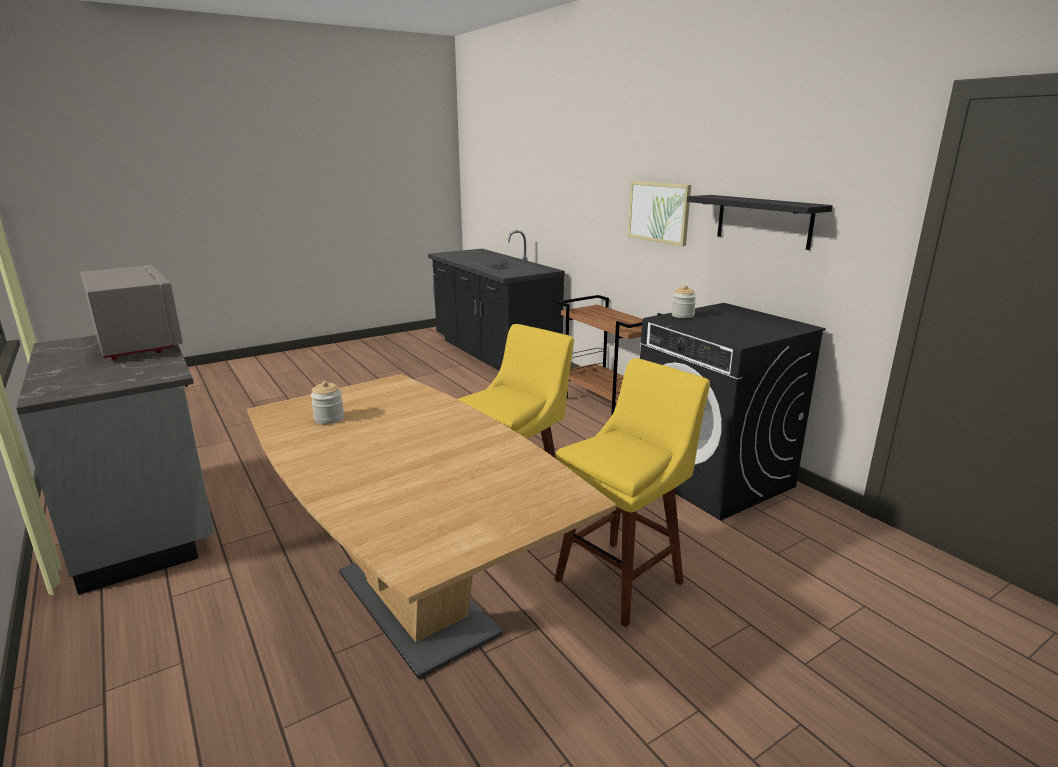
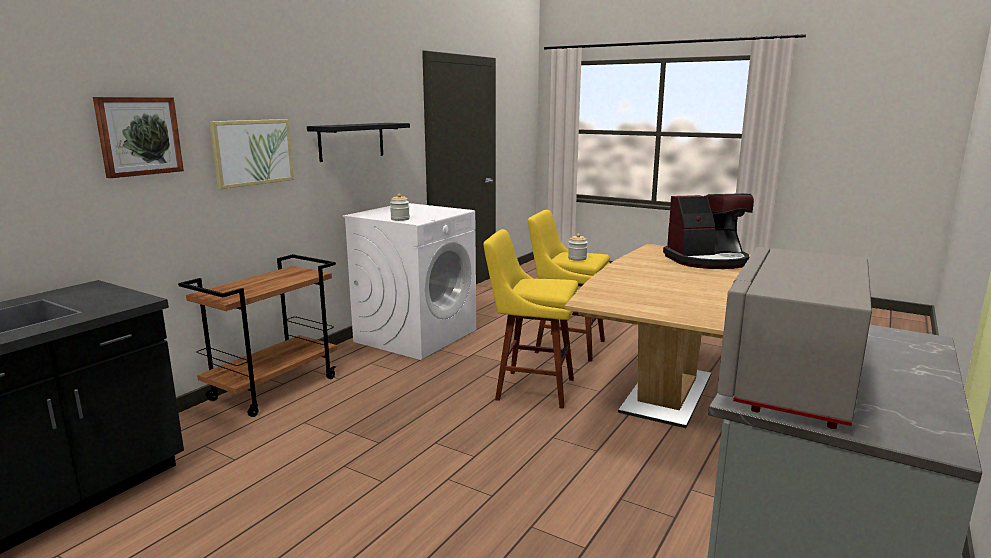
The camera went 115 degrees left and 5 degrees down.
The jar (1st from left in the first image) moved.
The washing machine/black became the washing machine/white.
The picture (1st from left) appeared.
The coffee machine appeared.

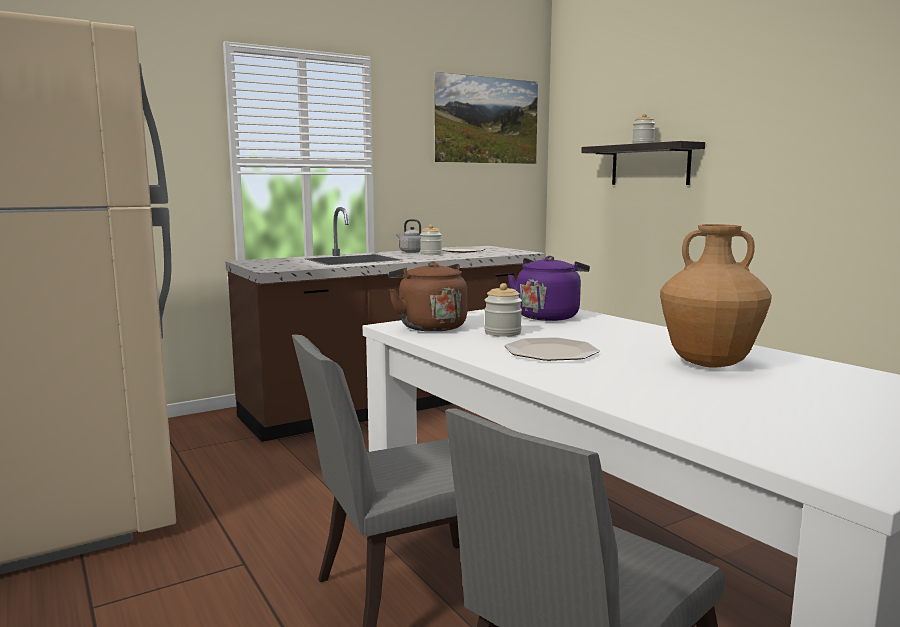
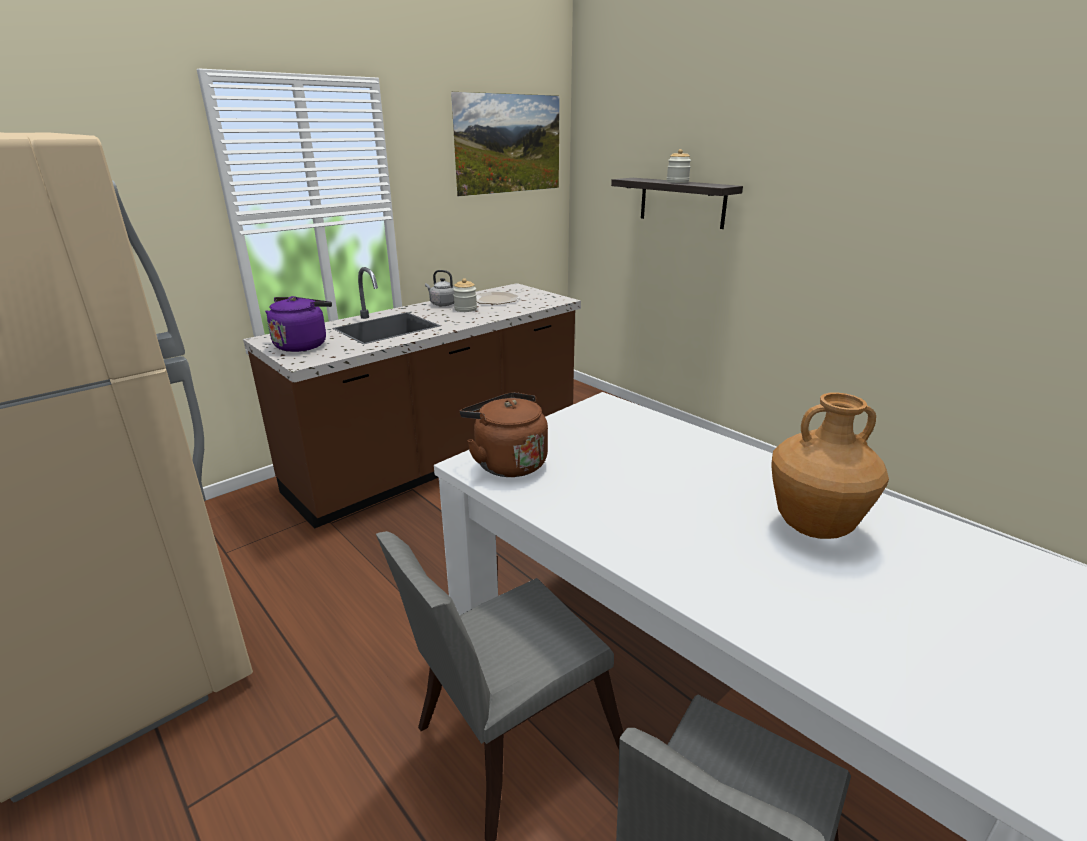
The camera went 10 degrees left and 15 degrees up.
The jar (2nd from left) disappeared.
The plate (2nd from left) disappeared.
The kettle/purple moved.

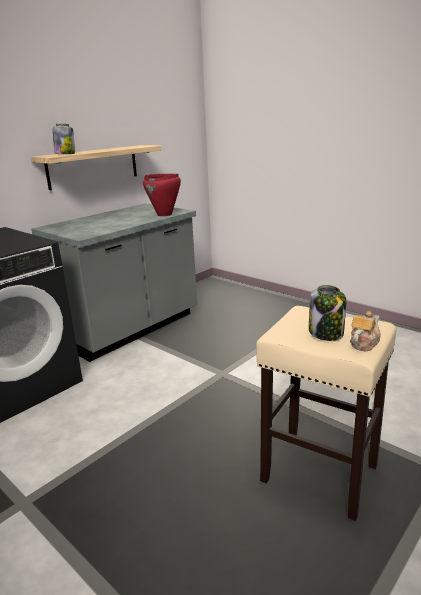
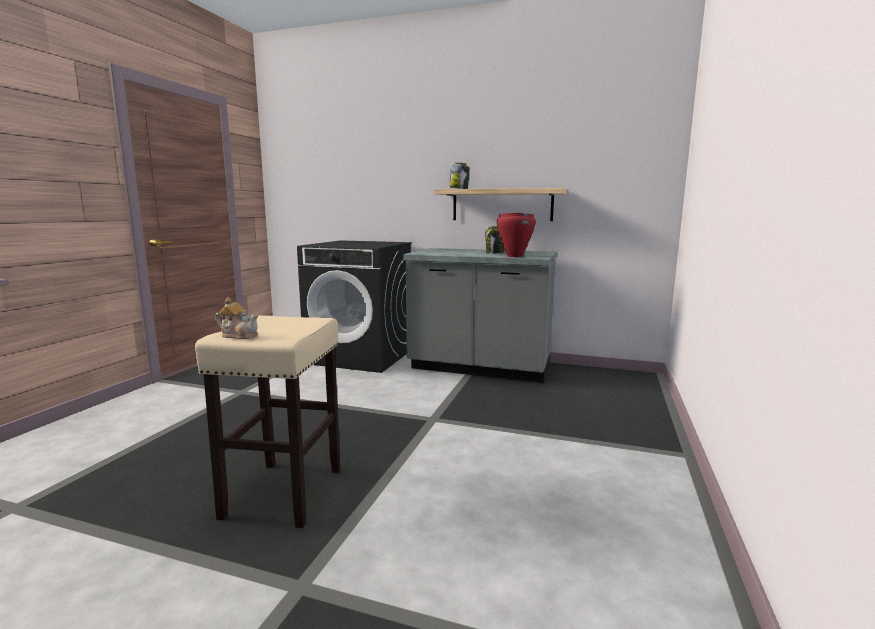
The camera went 65 degrees right and 10 degrees down.
The jar (2nd from left) moved.

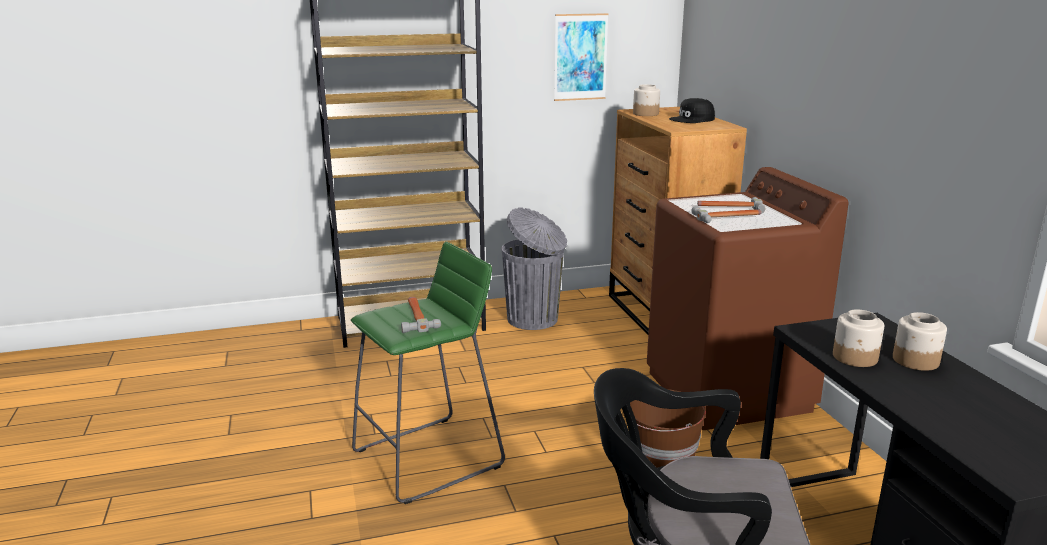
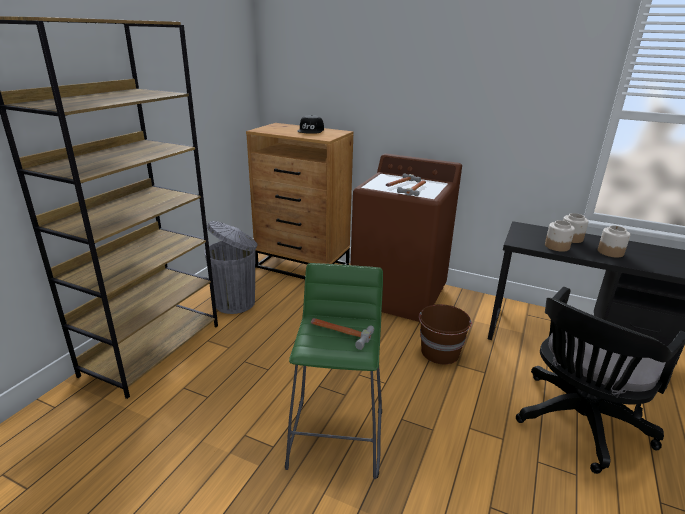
The camera went 50 degrees left and 5 degrees up.
The picture disappeared.
The jar (1st from left in the first image) moved.

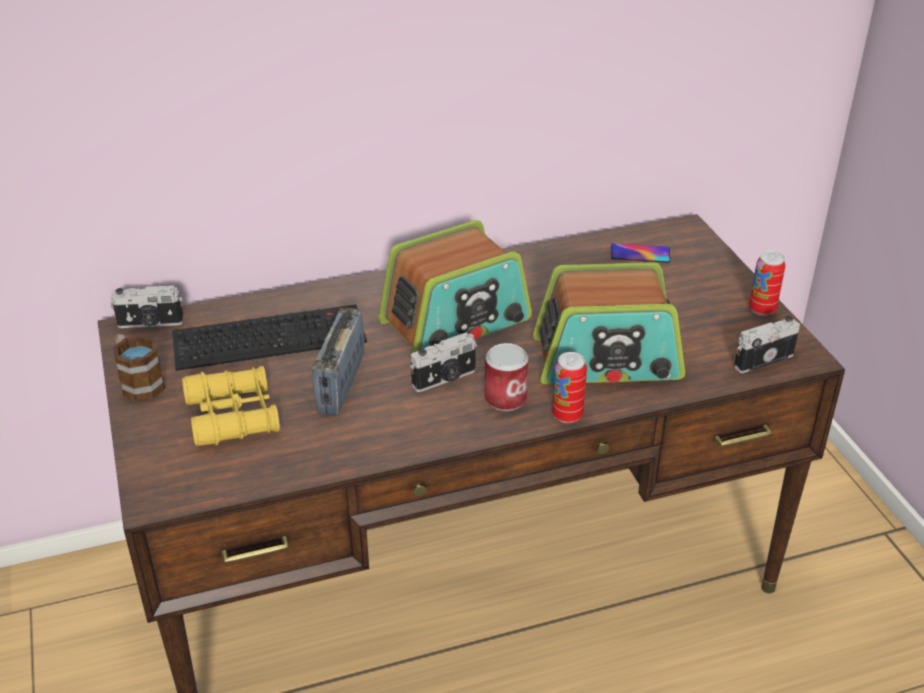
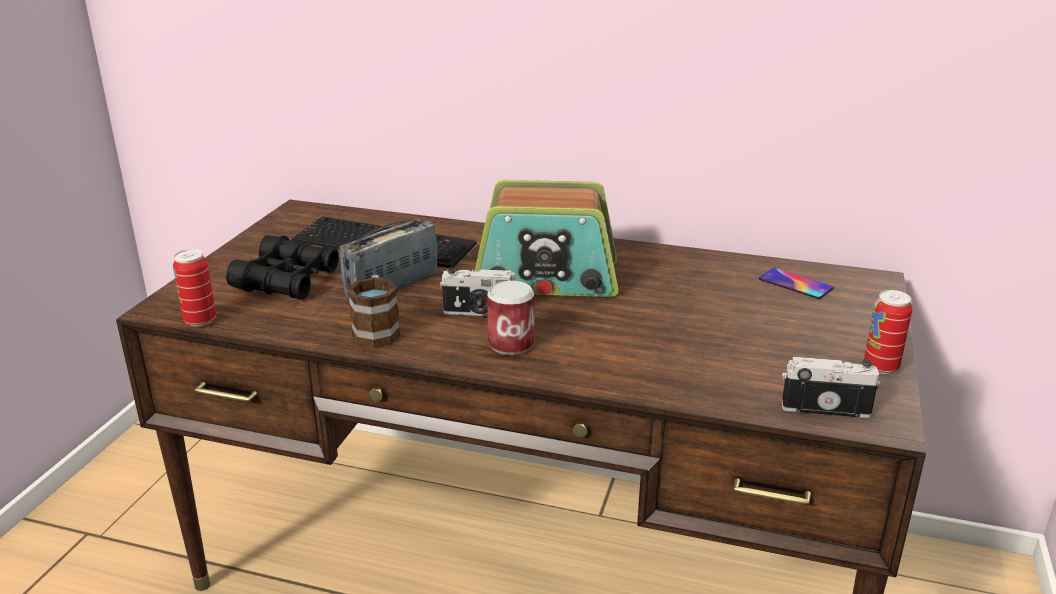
The camera went 35 degrees right and 10 degrees down.
The photo camera (1st from left) disappeared.
The mug moved.
The binoculars/yellow became the binoculars/black.
The radio (3rd from left) disappeared.
The can (2nd from left in the first image) moved.

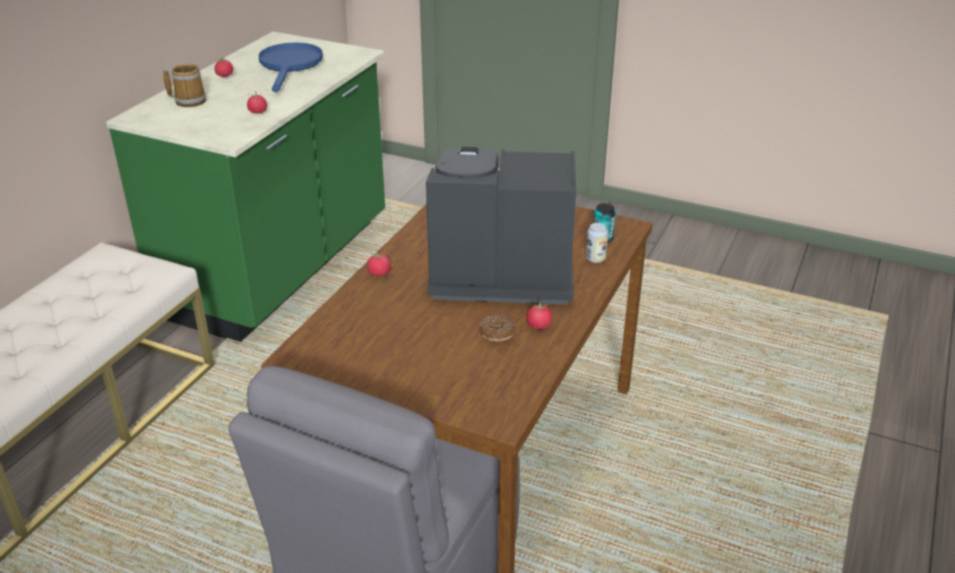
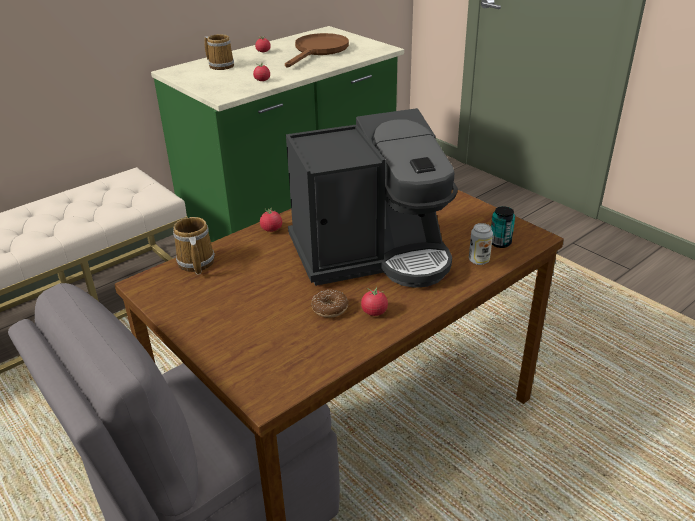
The camera went 25 degrees right and 0 degrees up.
The frying pan/blue became the frying pan/brown.
The coffee machine turned 135 degrees clockwise.
The mug (1st from left) appeared.

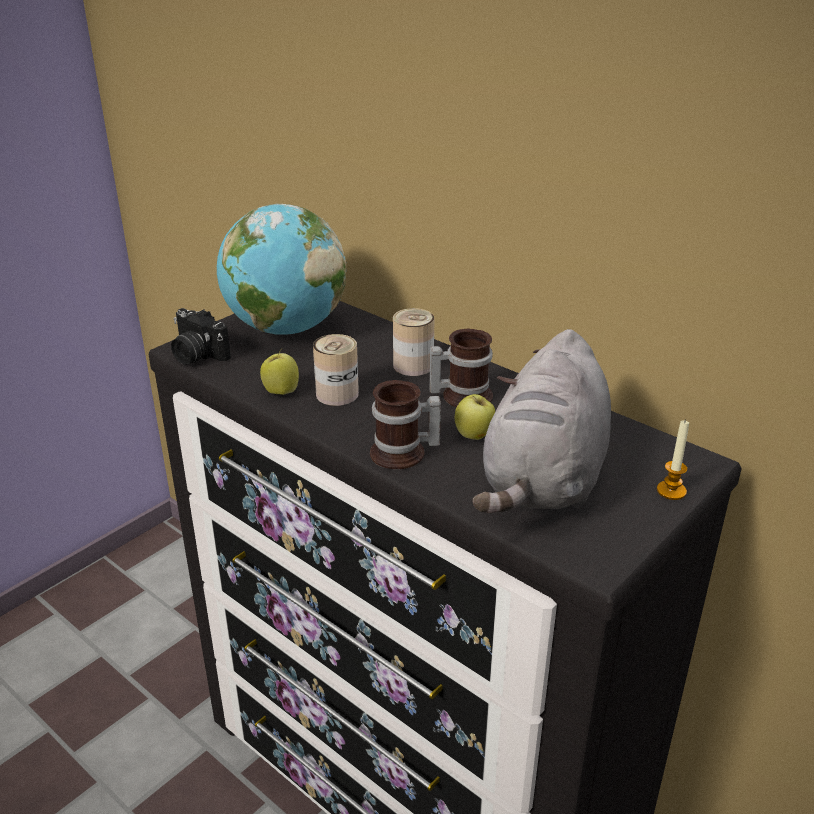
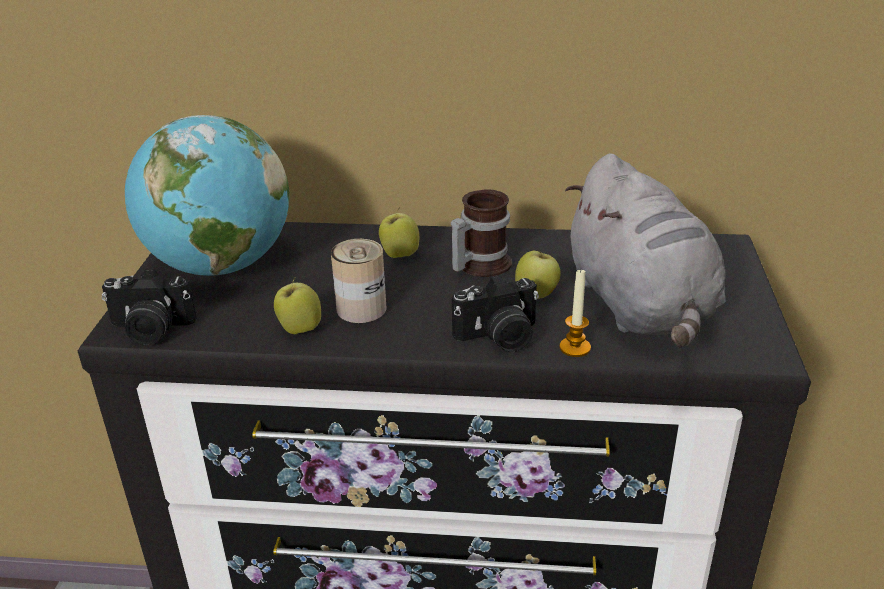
The camera went 35 degrees left and 0 degrees up.
The mug (1st from left) was replaced by the photo camera (2nd from left).
The can (2nd from left) was replaced by the apple (2nd from left).
The candle moved.

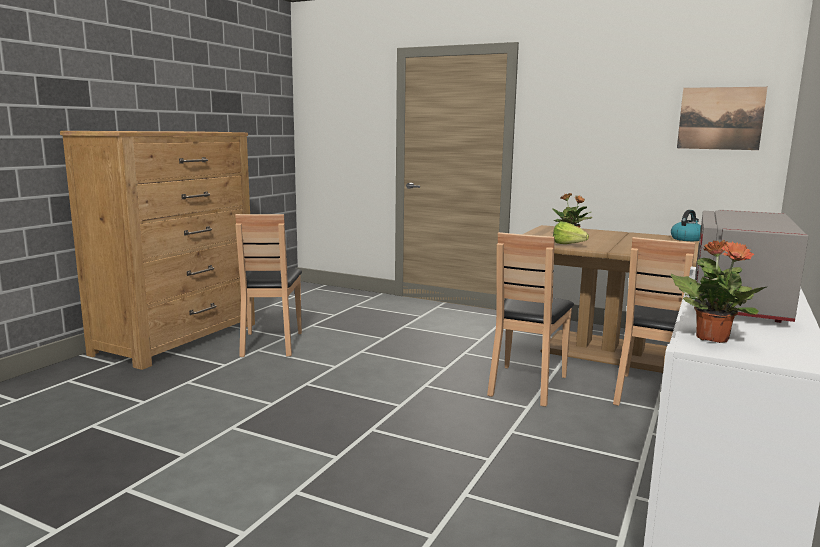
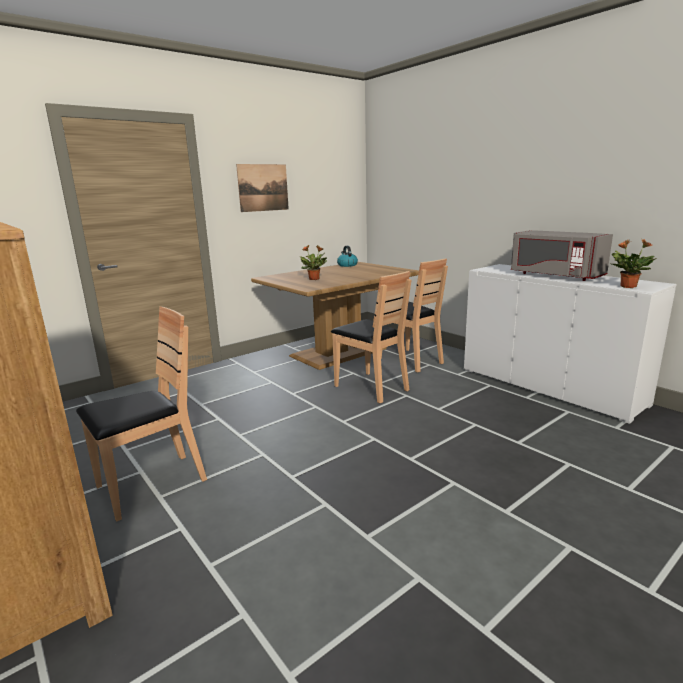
The camera went 65 degrees left and 5 degrees up.
The chair/brown (1st from left) turned 60 degrees counterclockwise.
The lettuce disappeared.
The picture moved.

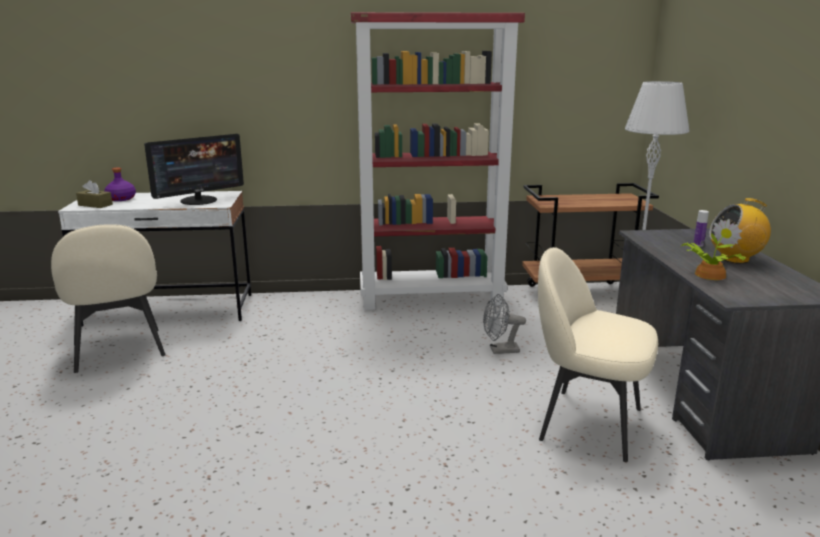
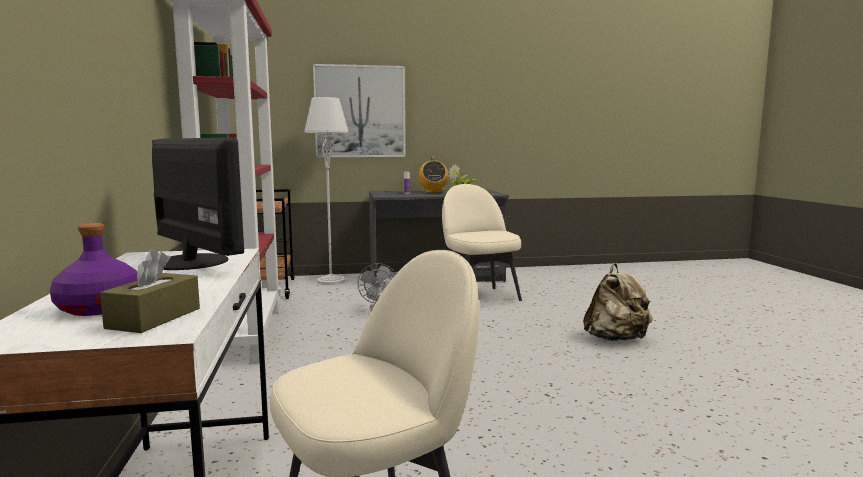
The camera went 95 degrees left and 10 degrees down.
The chair/beige (2nd from left) turned 135 degrees clockwise.
The picture appeared.
The backpack/beige appeared.

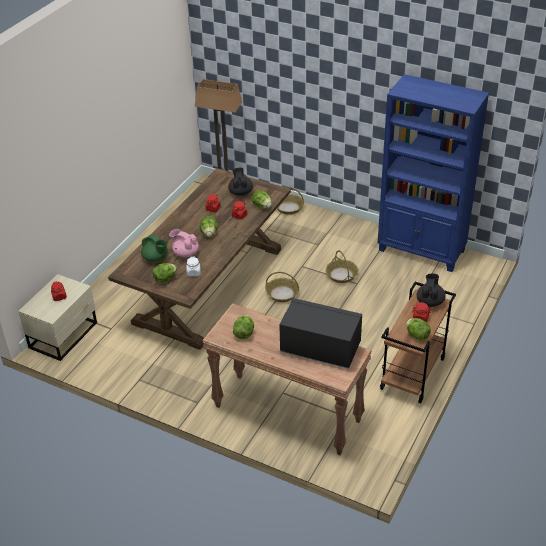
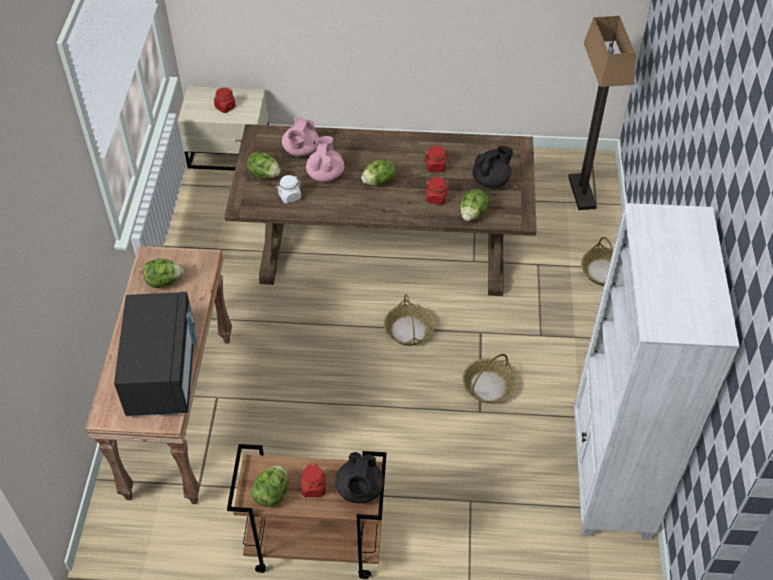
The camera went 65 degrees right and 10 degrees up.
The teapot/green became the teapot/pink (1st from left).
The bookcase/blue became the bookcase/white.
The teapot/black (2nd from left in the first image) turned 105 degrees clockwise.

